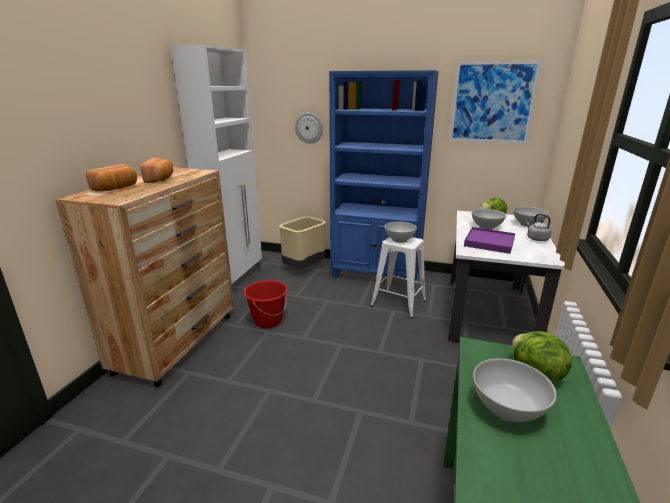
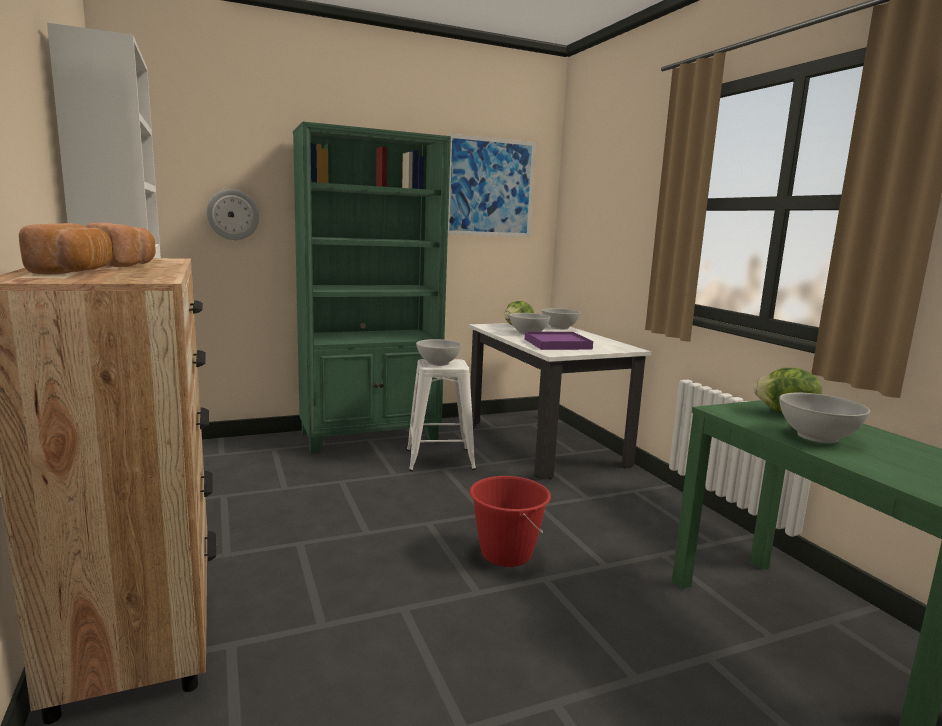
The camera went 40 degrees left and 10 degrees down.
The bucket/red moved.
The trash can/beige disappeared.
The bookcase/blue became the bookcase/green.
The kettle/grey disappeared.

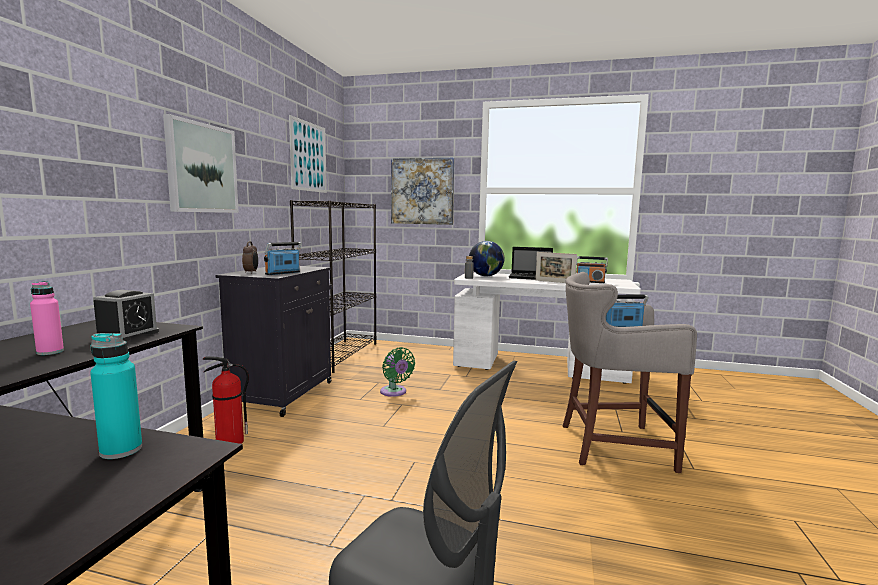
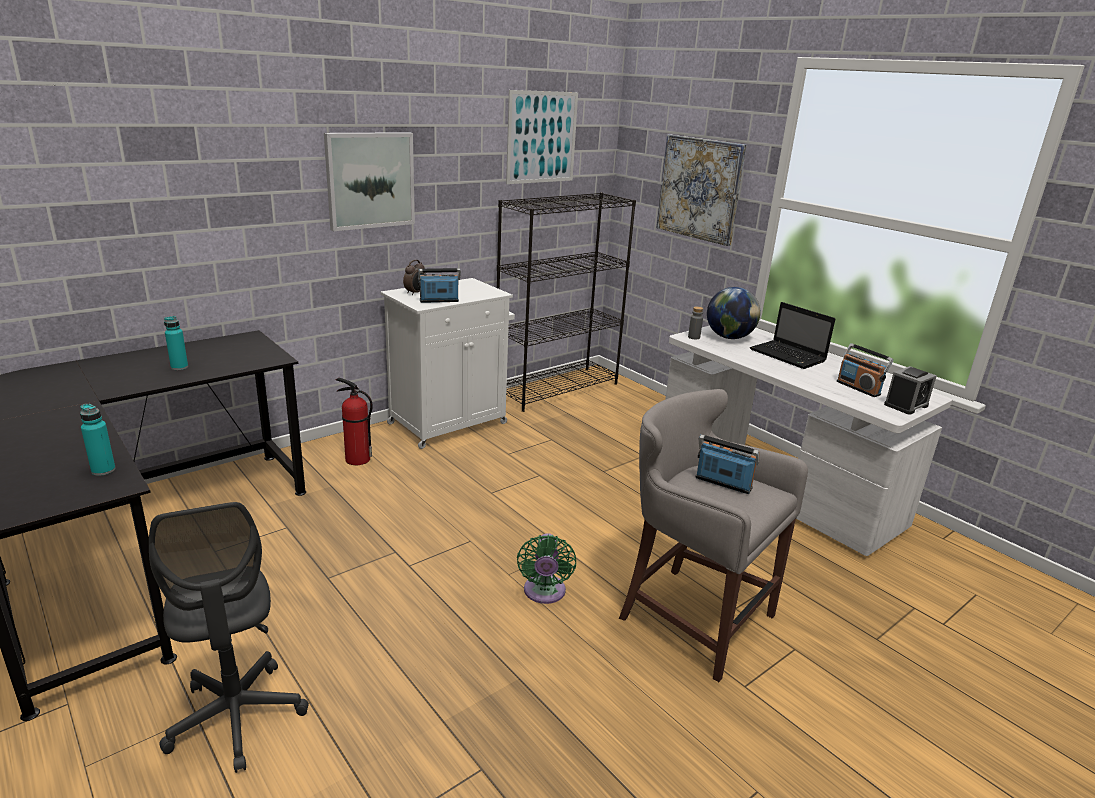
The camera went 35 degrees right and 15 degrees up.
The bottle/pink became the bottle/turquoise (2nd from left).
The alarm clock (1st from left in the first image) moved.
The cabinet/black became the cabinet/white.
The fan/green moved.
The picture frame disappeared.

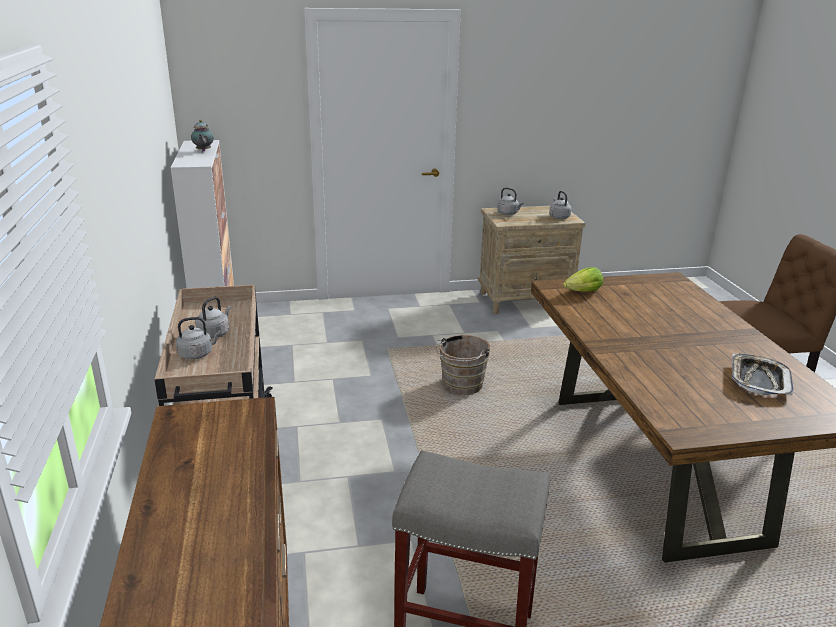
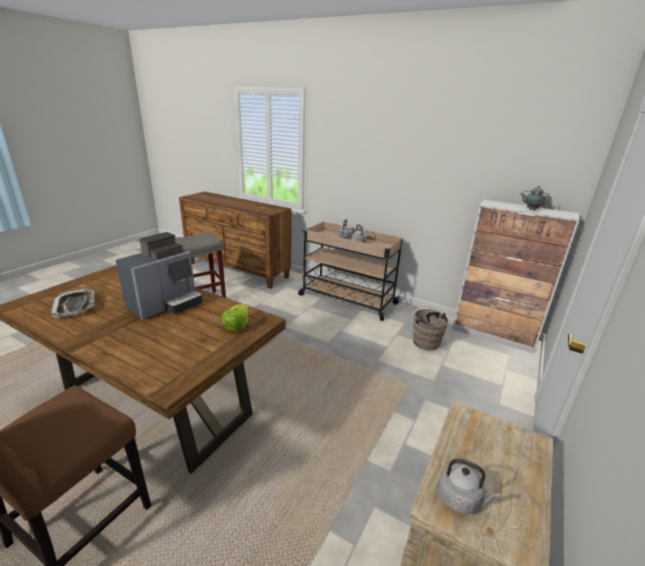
The camera went 130 degrees right and 0 degrees up.
The bucket/brown moved.
The kettle/grey (3rd from left) disappeared.
The coffee machine appeared.

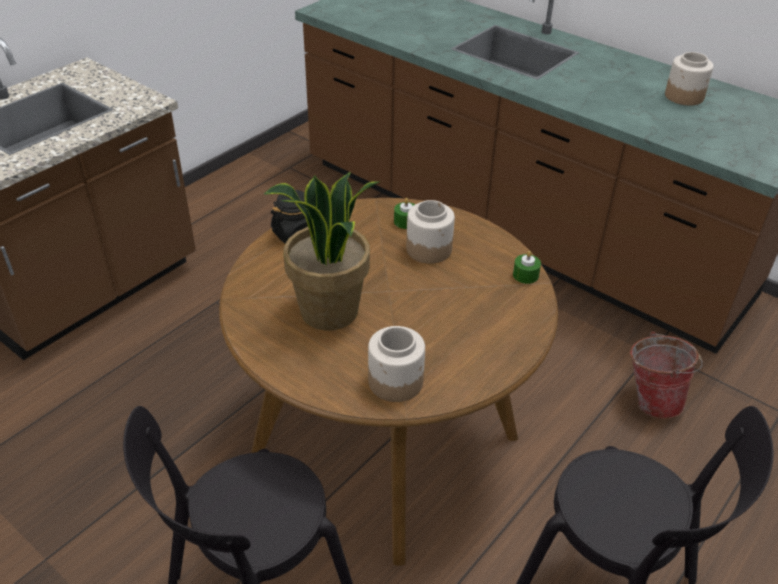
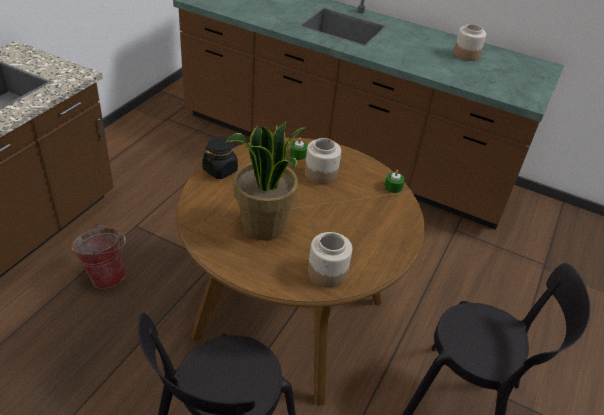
The camera went 15 degrees left and 0 degrees up.
The bucket moved.

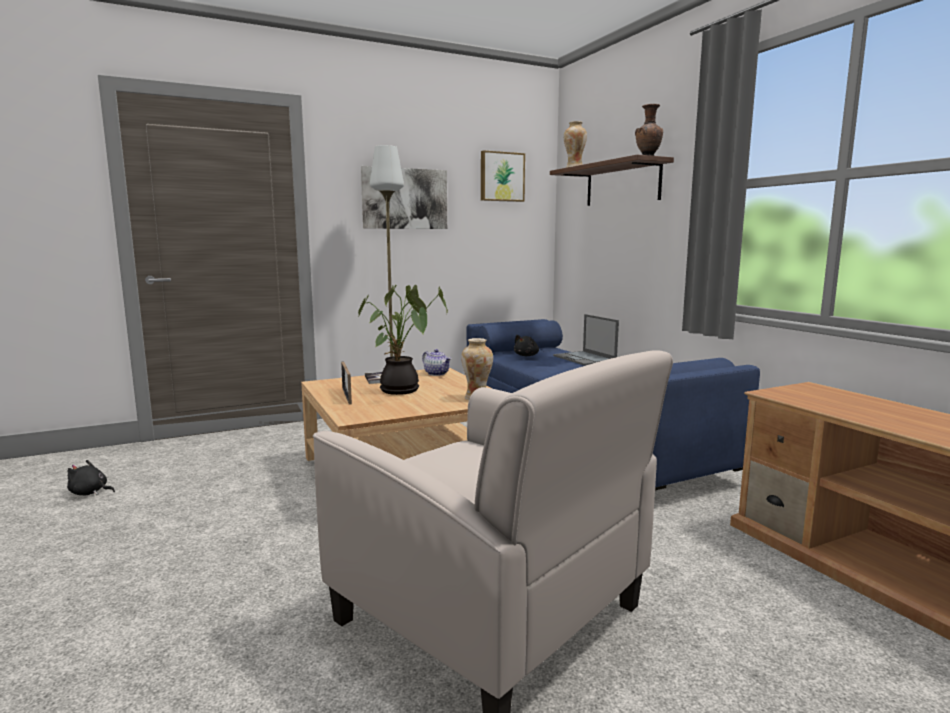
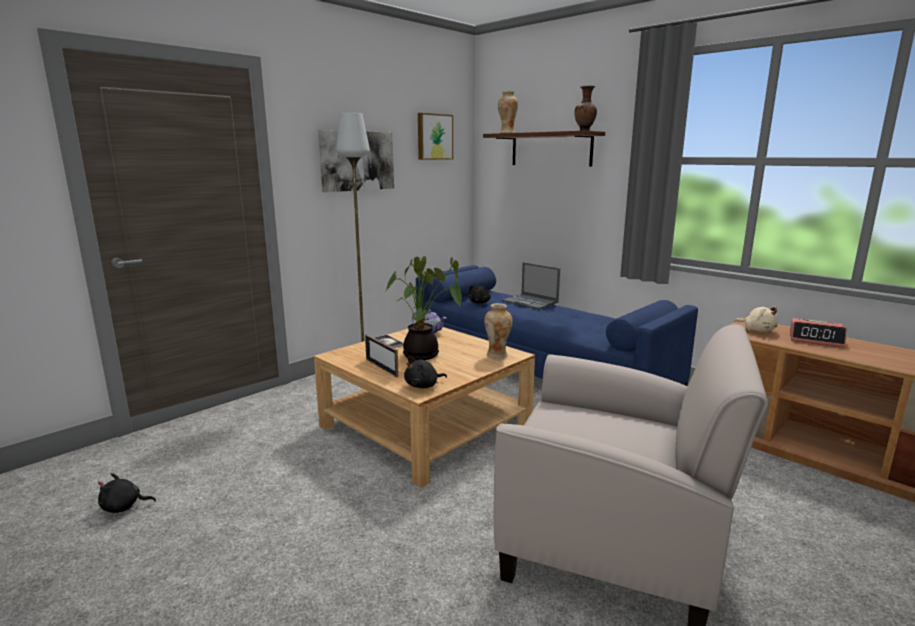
The camera went 20 degrees left and 5 degrees up.
The plush toy/black (2nd from left) appeared.
The plush toy/beige appeared.
The alarm clock appeared.

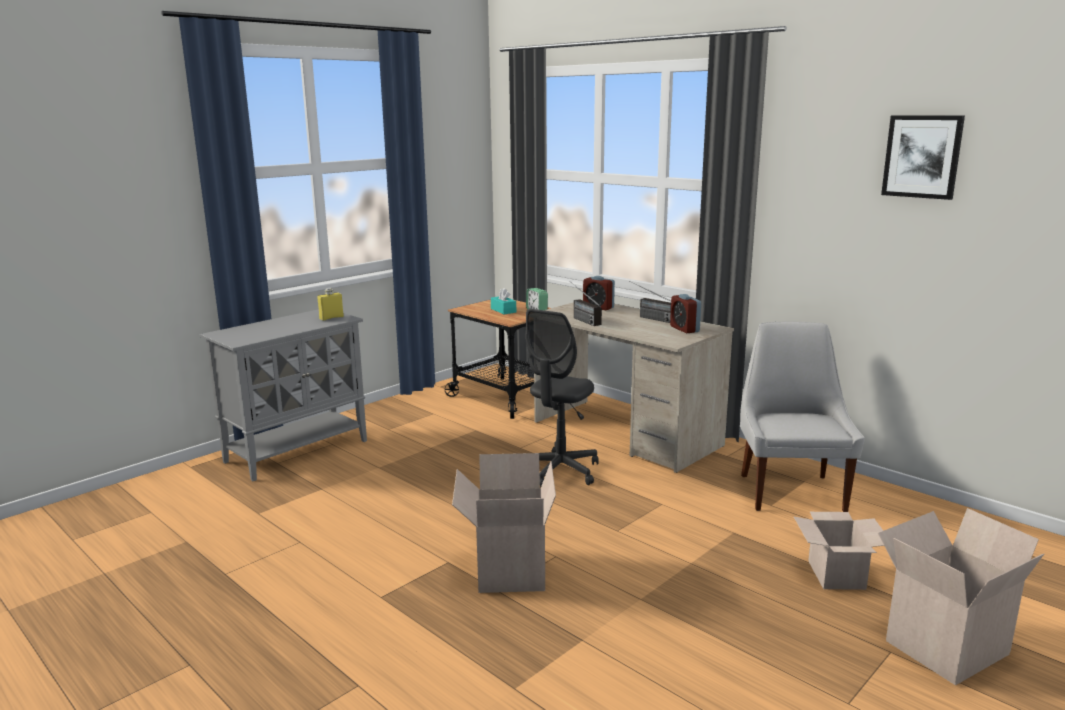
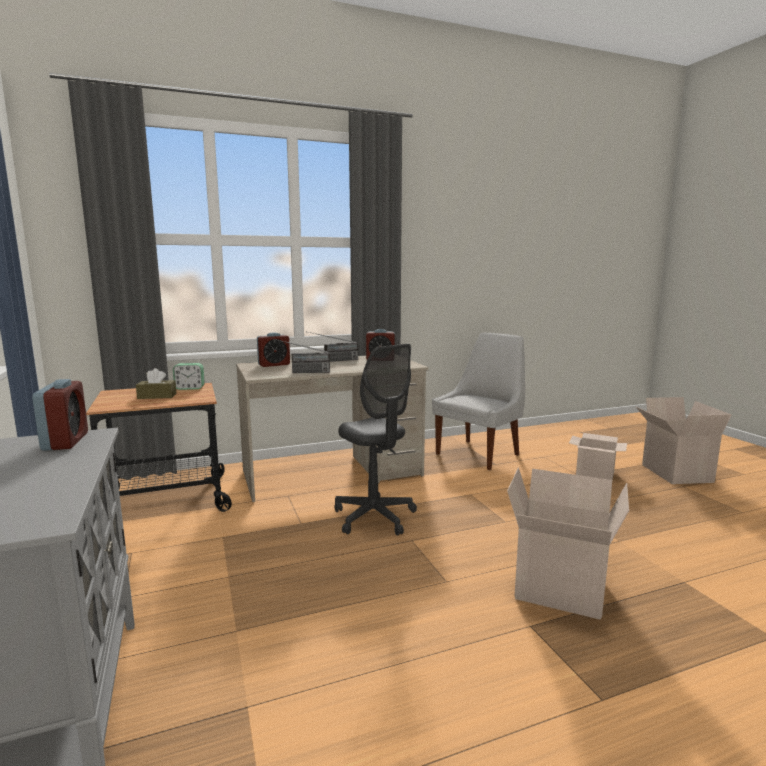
The camera went 65 degrees left and 5 degrees down.
The bottle/yellow was replaced by the alarm clock (1st from left).
The tissue box/turquoise became the tissue box/brown.
The chair/white turned 105 degrees clockwise.
The picture disappeared.

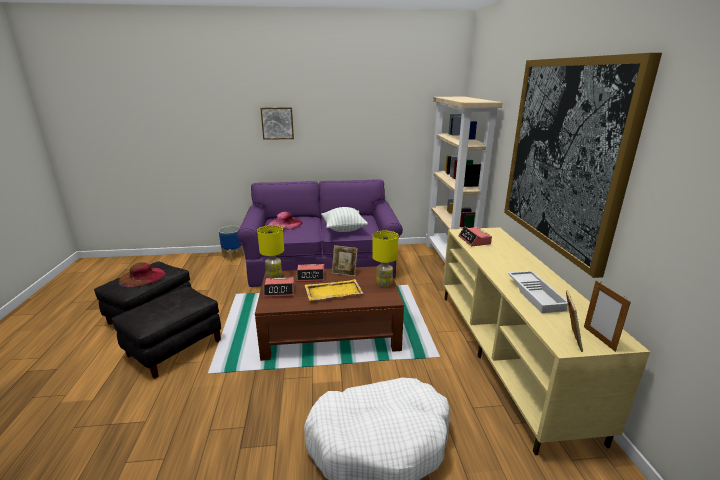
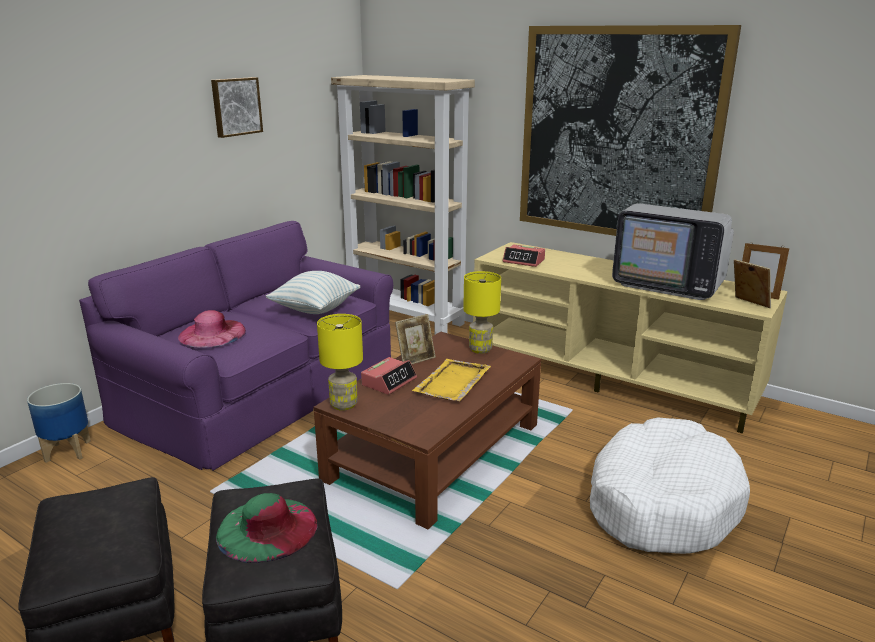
The camera went 50 degrees left and 0 degrees up.
The hat/brown disappeared.
The picture (1st from left) moved.
The alarm clock (1st from left) disappeared.
The tray/white was replaced by the television.
The hat/green appeared.

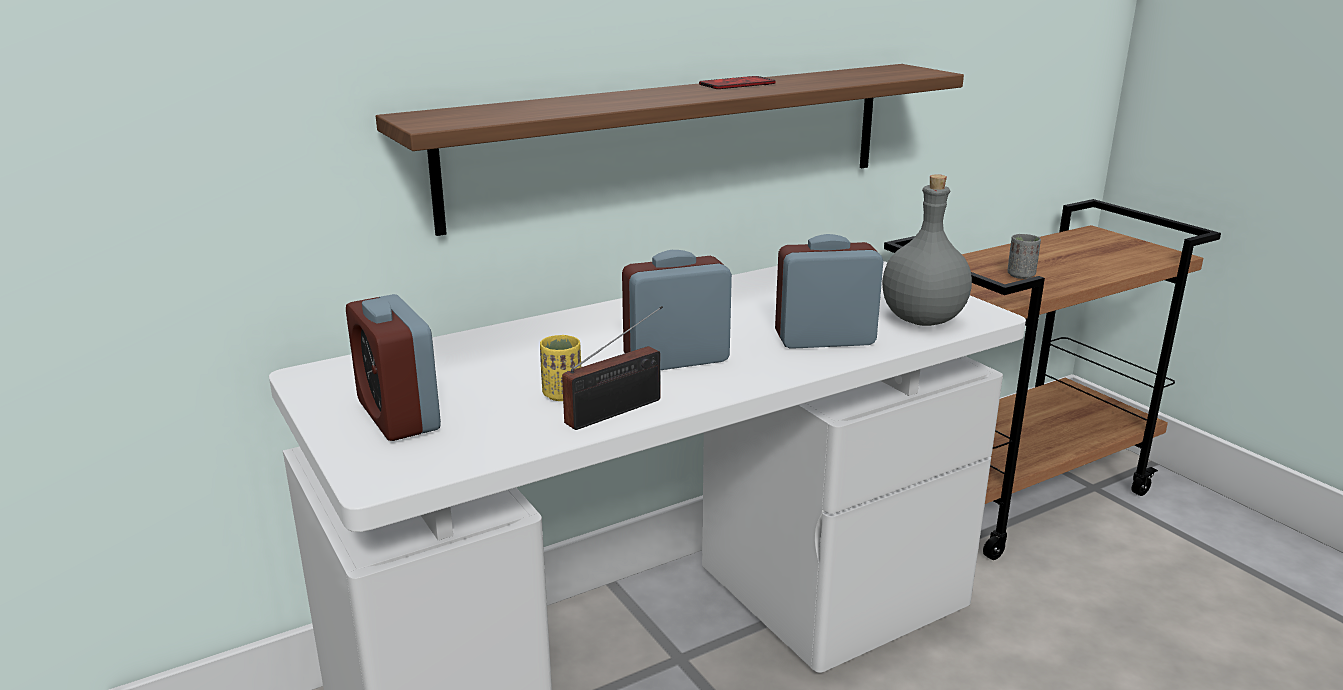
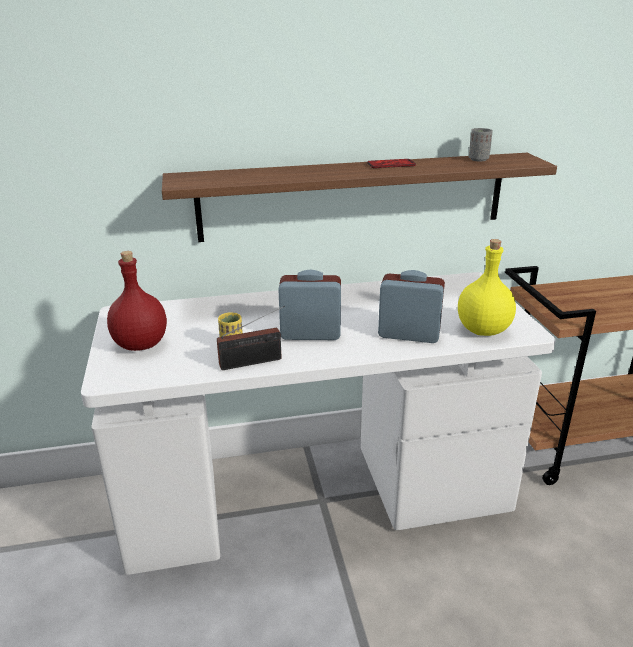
The camera went 20 degrees right and 5 degrees up.
The alarm clock (1st from left) was replaced by the bottle/red.
The bottle/grey became the bottle/yellow.
The cup/grey moved.

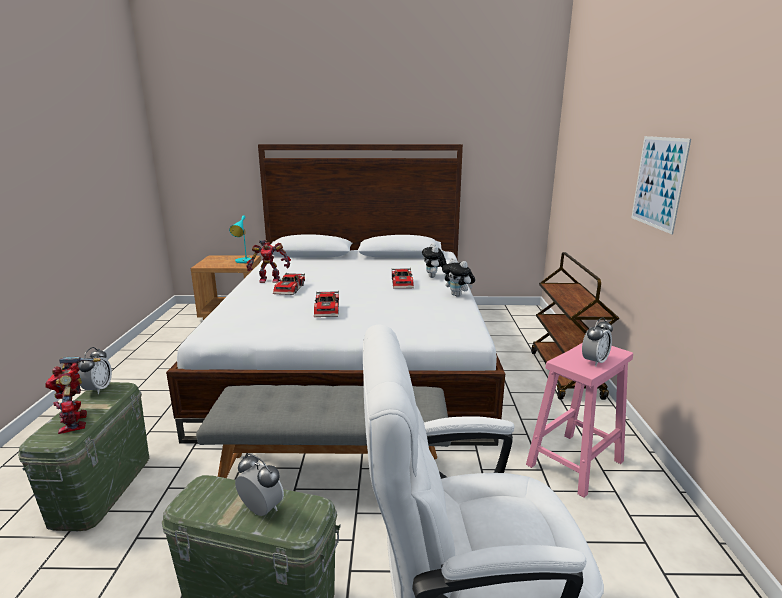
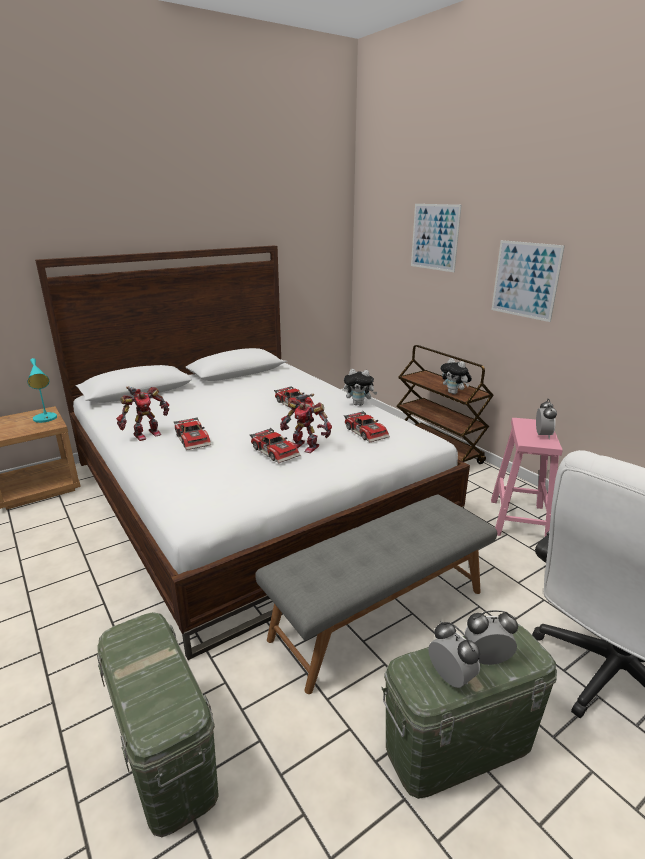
The camera went 35 degrees left and 5 degrees up.
The toy robot (1st from left in the first image) moved.
The alarm clock (1st from left) moved.
The plush toy (1st from left in the first image) moved.
The toy car (4th from left) appeared.
The picture (1st from left) appeared.

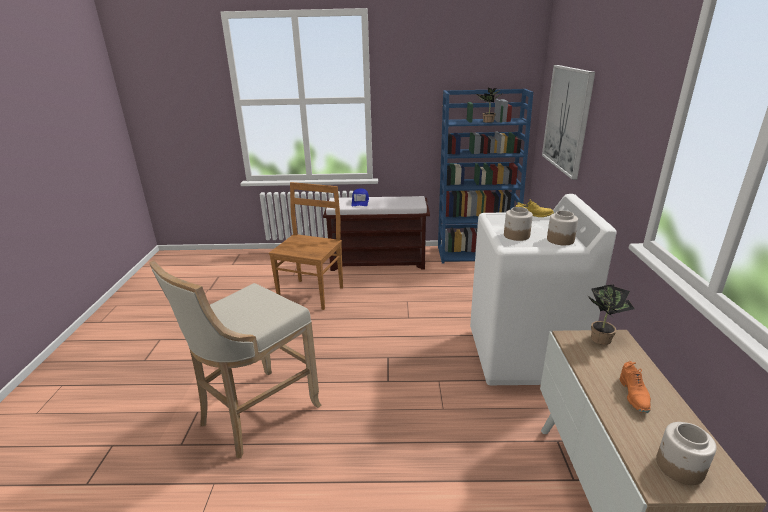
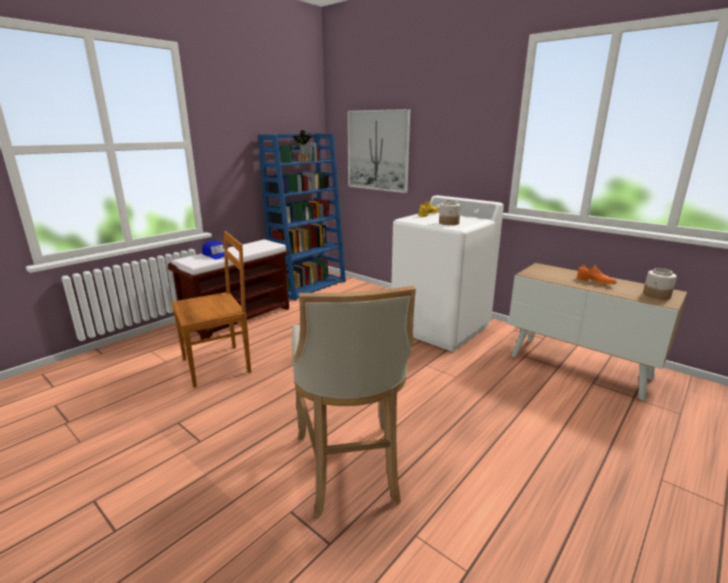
The camera went 50 degrees left and 5 degrees down.
The chair/brown turned 90 degrees clockwise.
The jar (2nd from left) disappeared.
The potted plant (2nd from left) disappeared.

